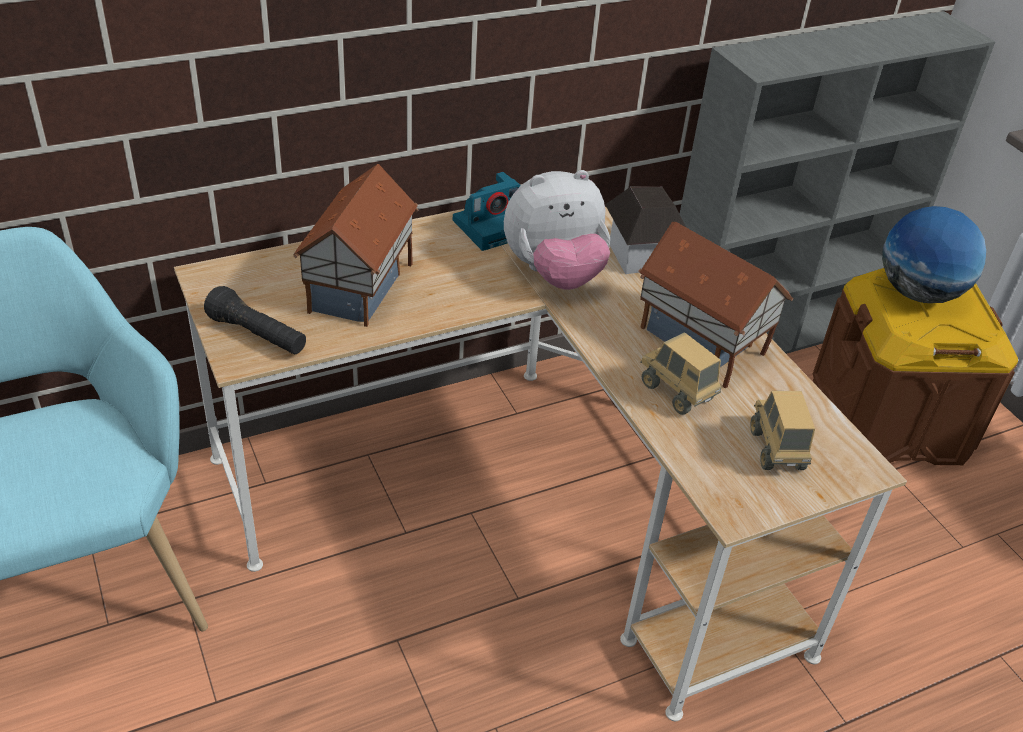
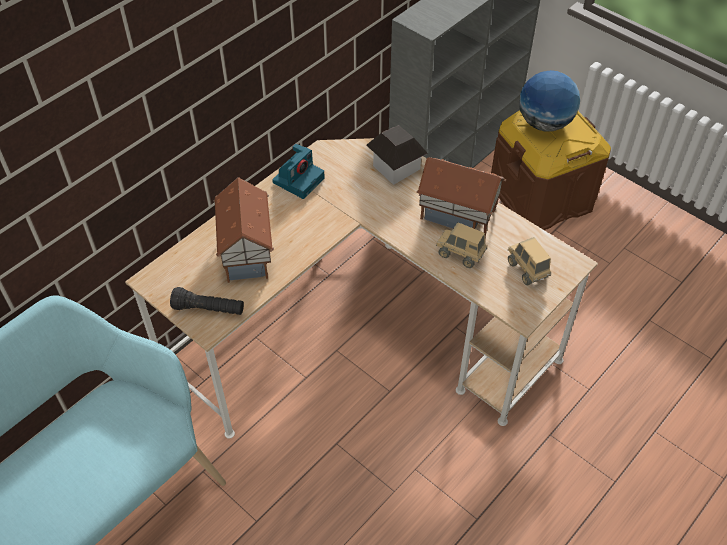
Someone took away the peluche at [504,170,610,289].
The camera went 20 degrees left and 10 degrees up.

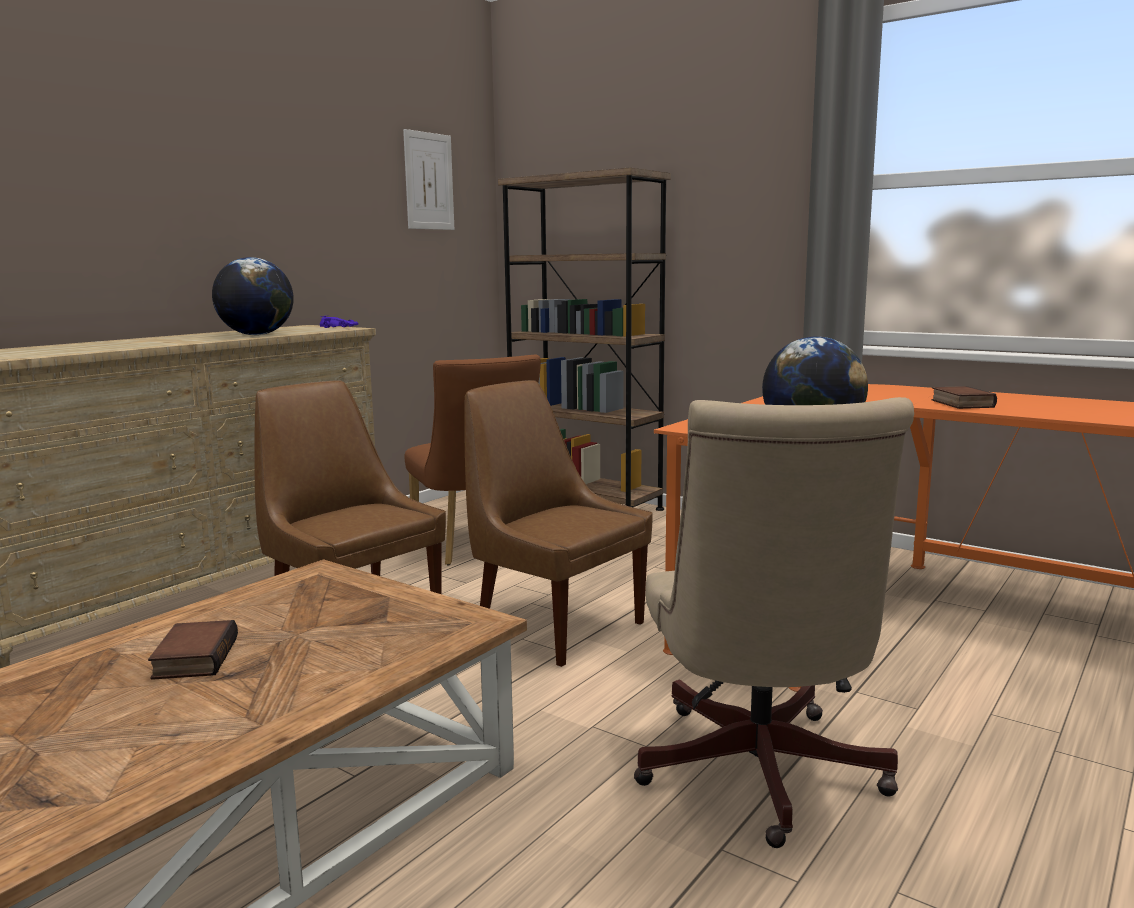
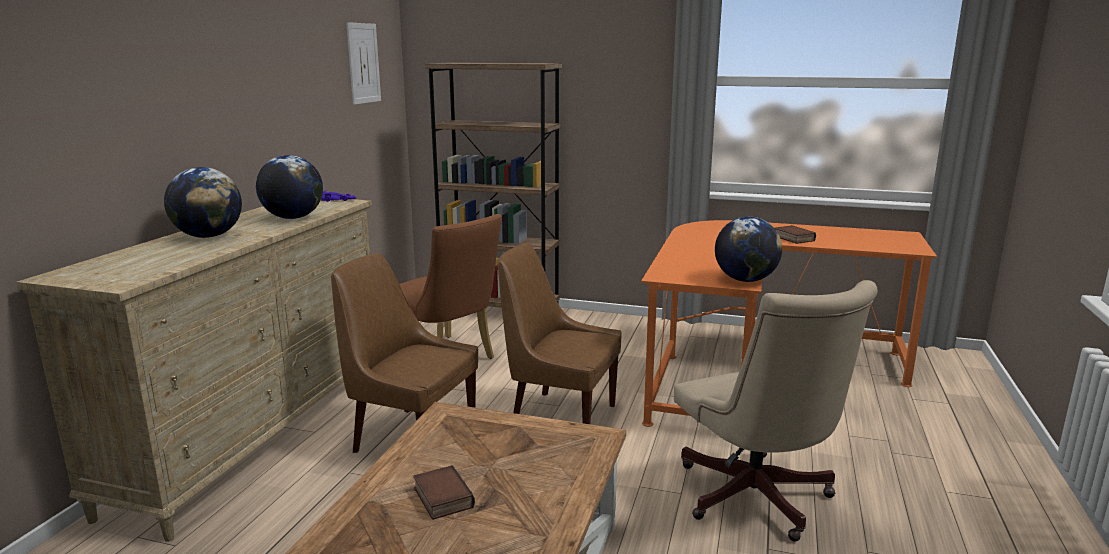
Someone put down the globo terráqueo at [164,167,242,238].
The camera went 20 degrees left and 5 degrees up.

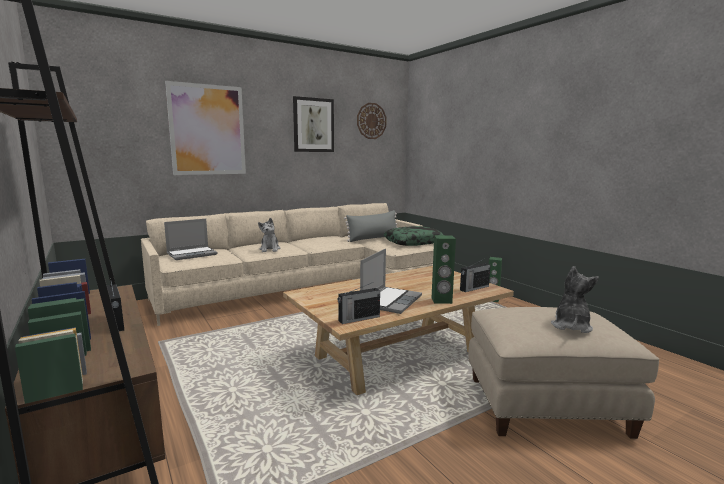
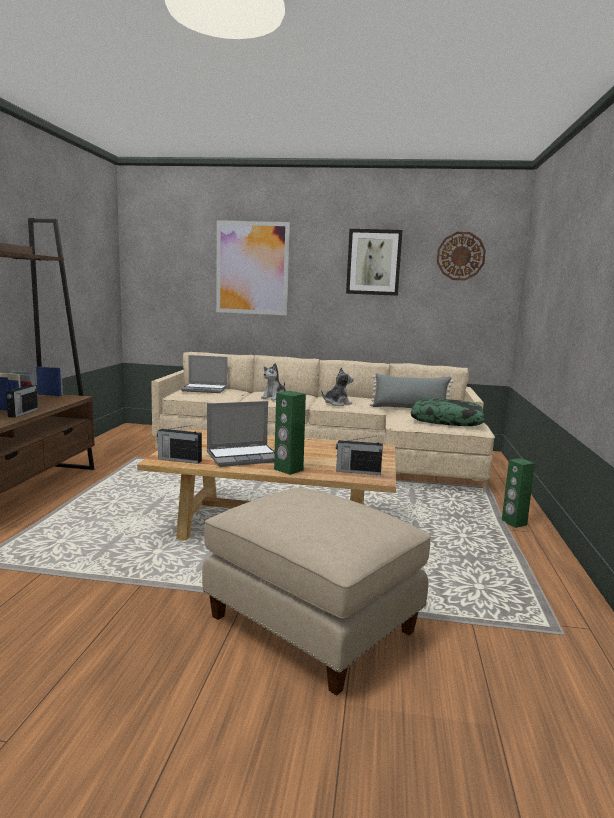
Someone carried the peluche from [551,266,599,333] to [321,367,354,406].
The camera went 40 degrees right and 0 degrees up.

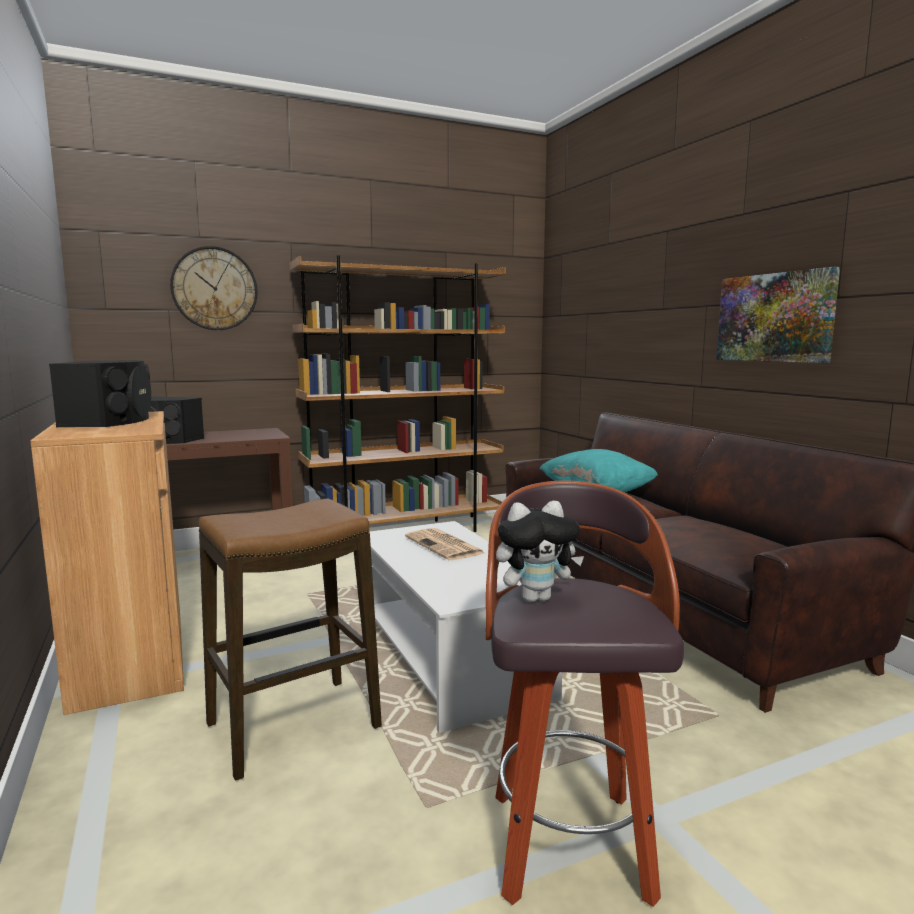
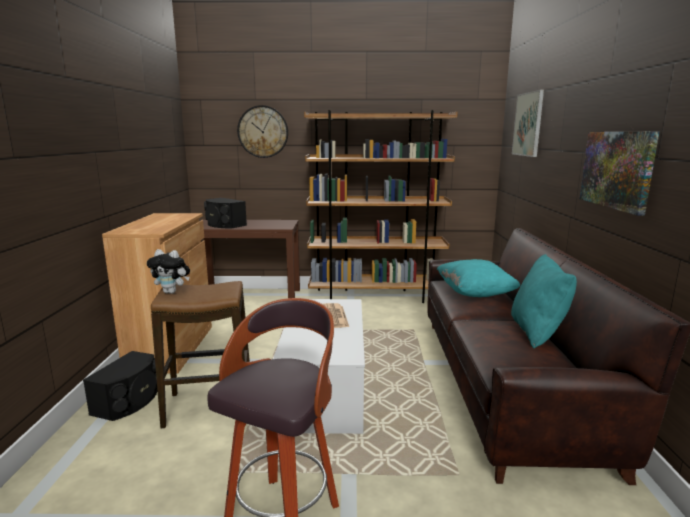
Someone carried the altavoz [negro] from [49,360,151,427] to [83,351,157,421].
Someone carried the peluche from [496,501,584,602] to [147,249,190,294].
Someone put up the cuadro at [512,90,544,157].
Someone put down the cojín [turquesa] at [511,254,577,348].
The camera went 25 degrees right and 5 degrees up.

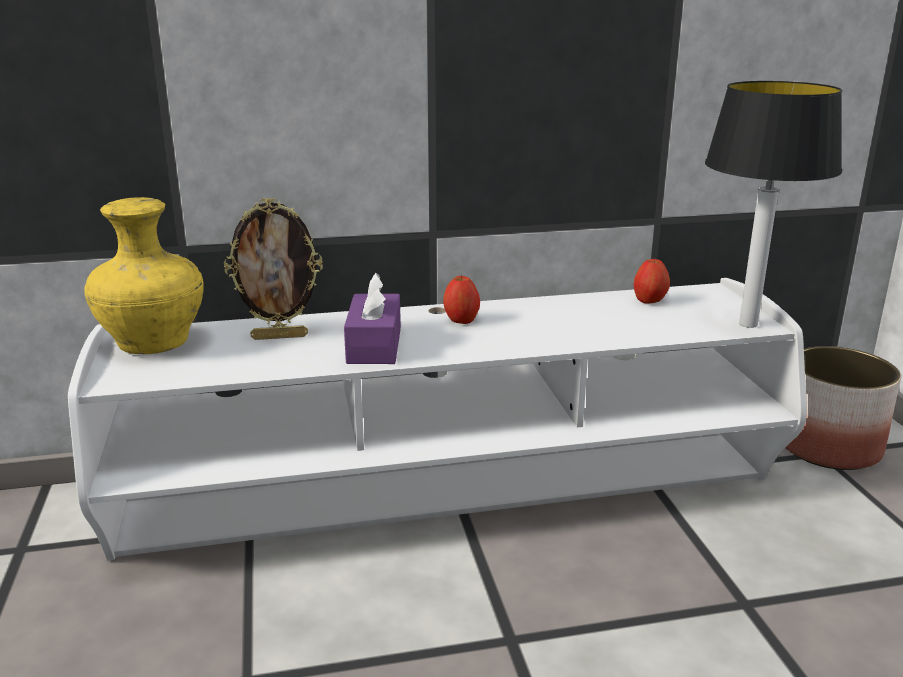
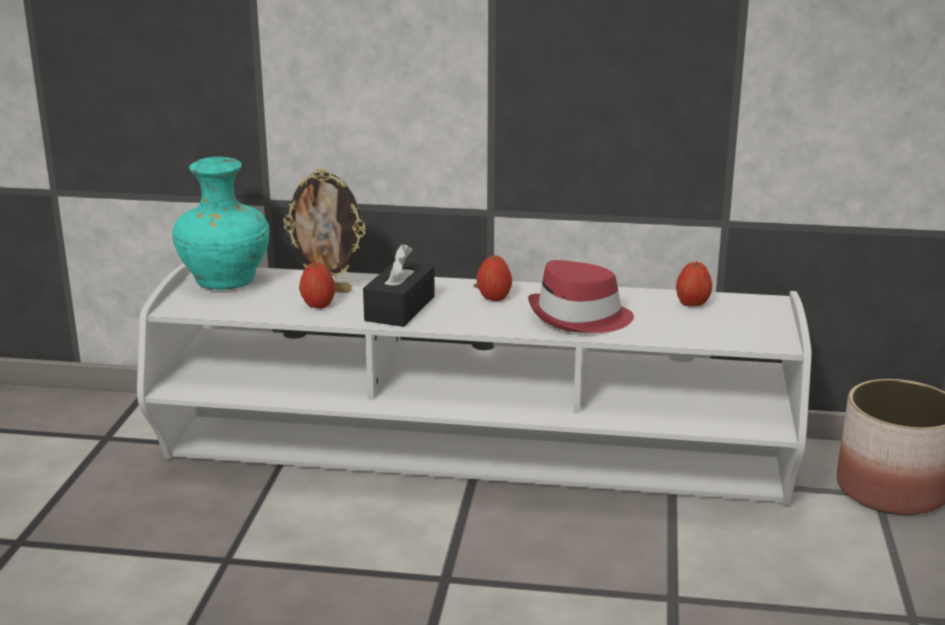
Someone took away the lámpara de mesa at [705,81,842,328].
Someone repainted the florero [amarillo] at [84,197,204,354], which became the florero [turquesa] at [172,157,270,290].
Someone repainted the caja de pañuelos [morado] at [344,273,401,364], which became the caja de pañuelos [negro] at [363,244,435,327].
Someone put down the sombrero [rojo] at [528,260,634,333].
Someone put down the manzana at [299,262,335,309].
The camera went 20 degrees right and 0 degrees up.

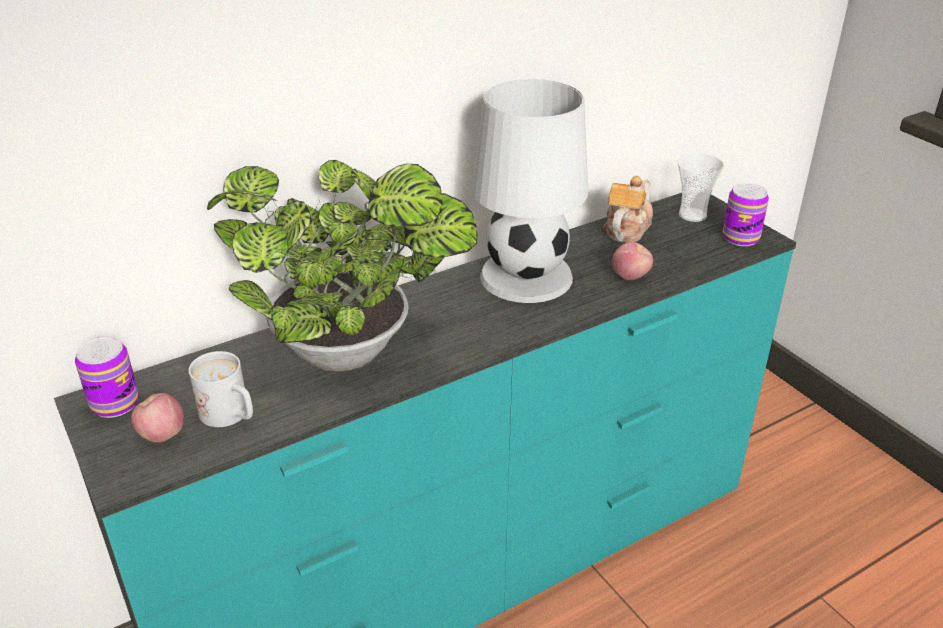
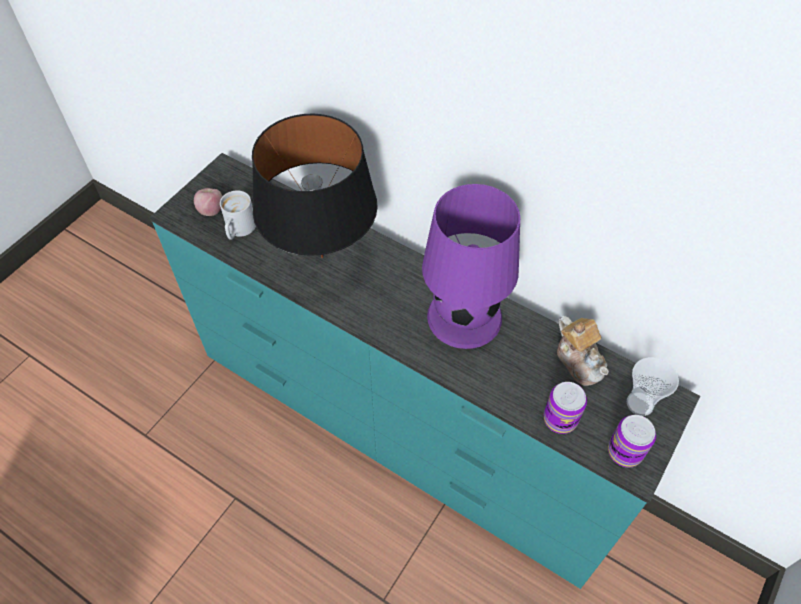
Someone repainted the lámpara de mesa [blanco] at [472,79,588,303], which became the lámpara de mesa [morado] at [422,184,520,349].
Someone swapped the planta en maceta at [207,160,477,371] for the lámpara de mesa [negro] at [252,113,378,258].
Someone rotated the tetera at [603,176,653,243] by 60 degrees clockwise.
Someone took away the manzana at [612,242,653,280].
Someone carried the lata from [75,337,139,418] to [544,382,587,434].
The camera went 65 degrees right and 20 degrees up.

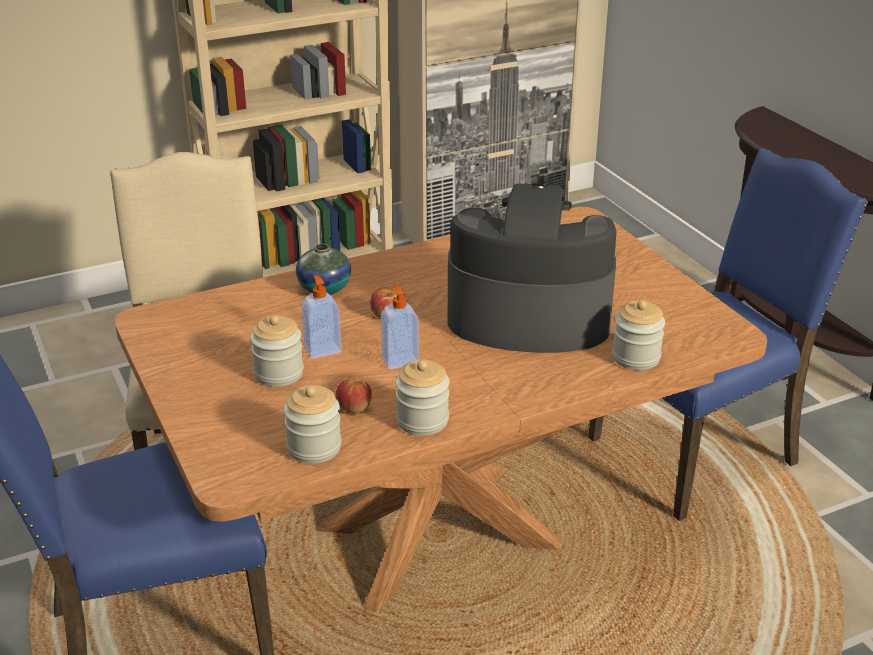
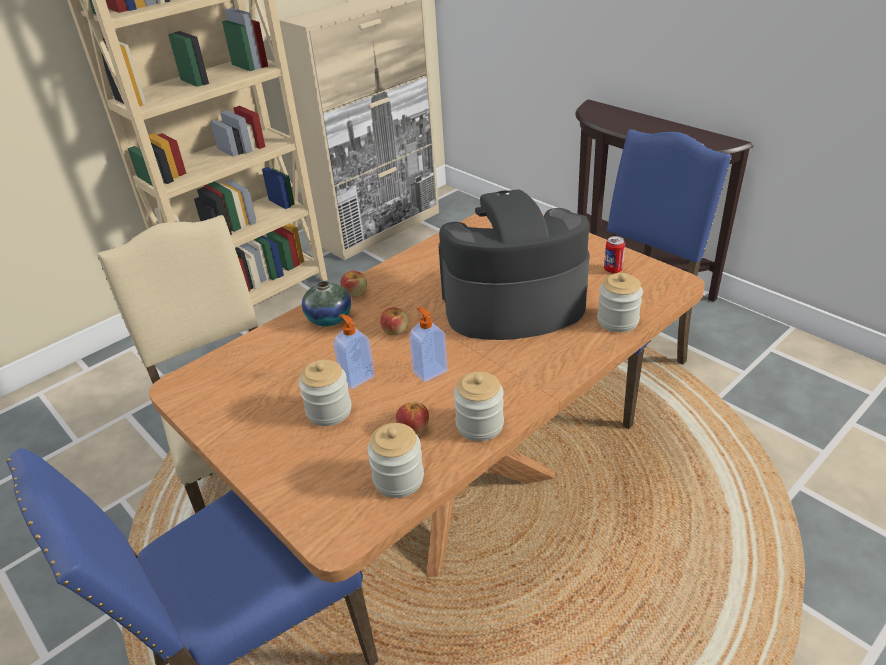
Someone put down the lata at [604,236,625,273].
Someone put down the manzana at [340,271,367,297].
The camera went 15 degrees left and 5 degrees up.

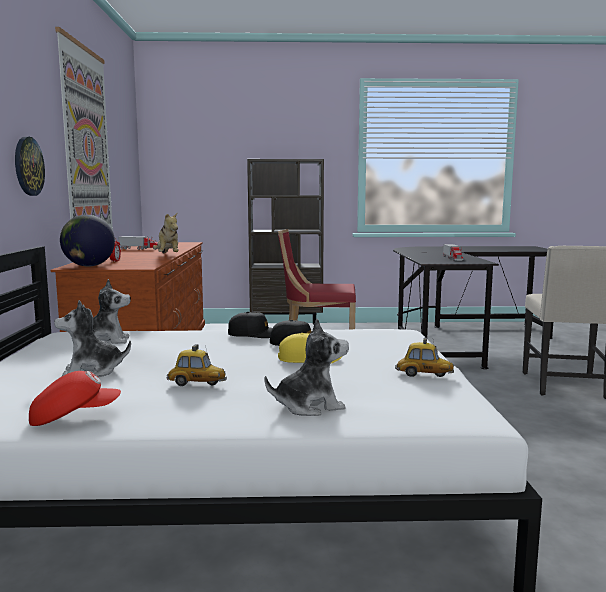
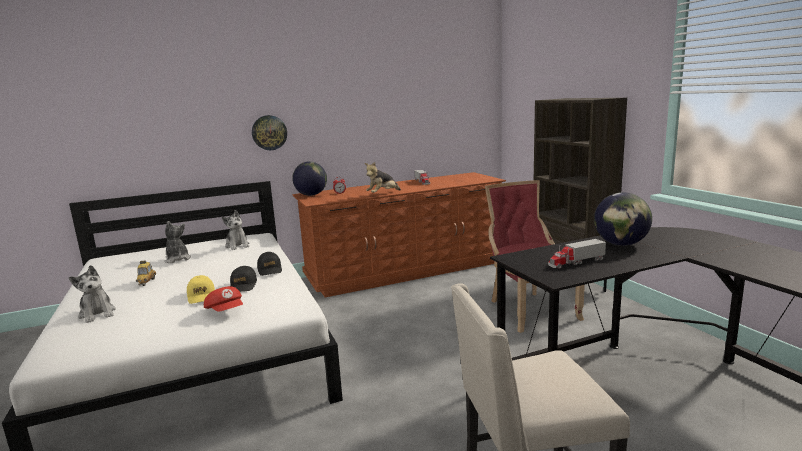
Someone took away the cuadro at [55,27,113,231].
Someone took away the coche de juguete at [395,338,454,377].
Someone carried the gorra [rojo] from [29,371,121,426] to [204,286,243,312].
Someone put down the globo terráqueo at [594,192,652,246].
The camera went 70 degrees right and 5 degrees up.

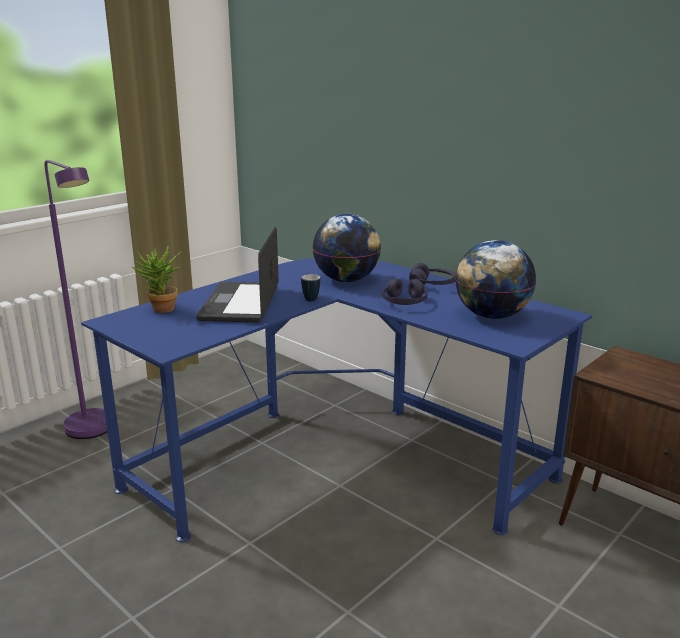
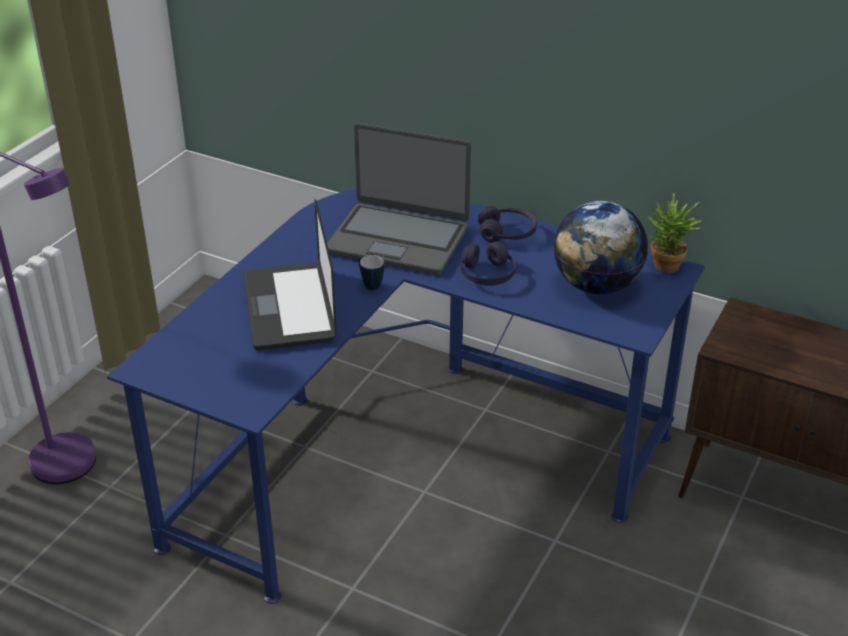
Someone swapped the globo terráqueo at [312,214,381,282] for the portátil at [327,123,471,275].
Someone carried the planta en maceta from [132,246,180,313] to [647,194,703,273].
The camera went 15 degrees left and 15 degrees up.

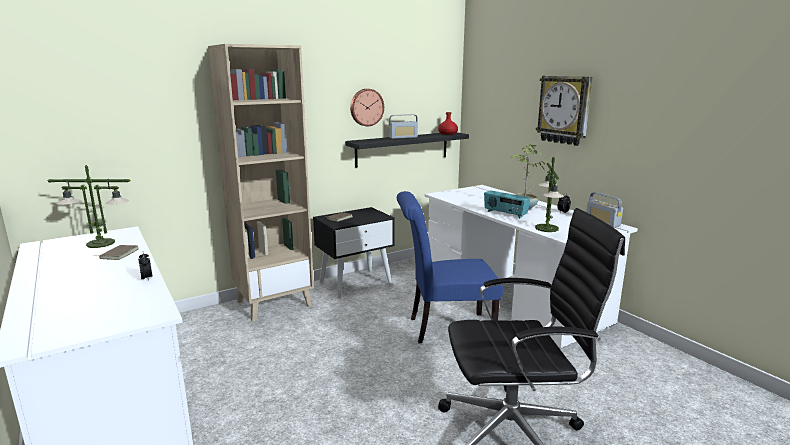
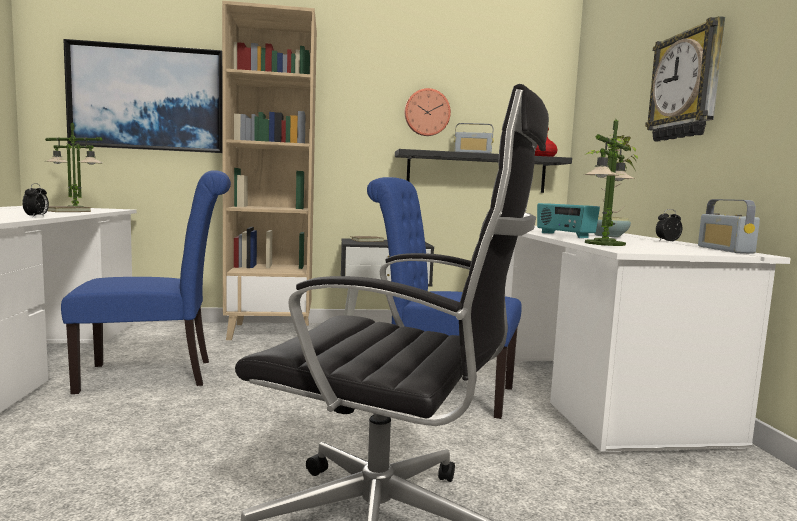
Someone put up the cuadro at [63,39,223,153].
Someone put down the silla [azul] at [61,170,231,394].
The camera went 25 degrees right and 10 degrees down.

